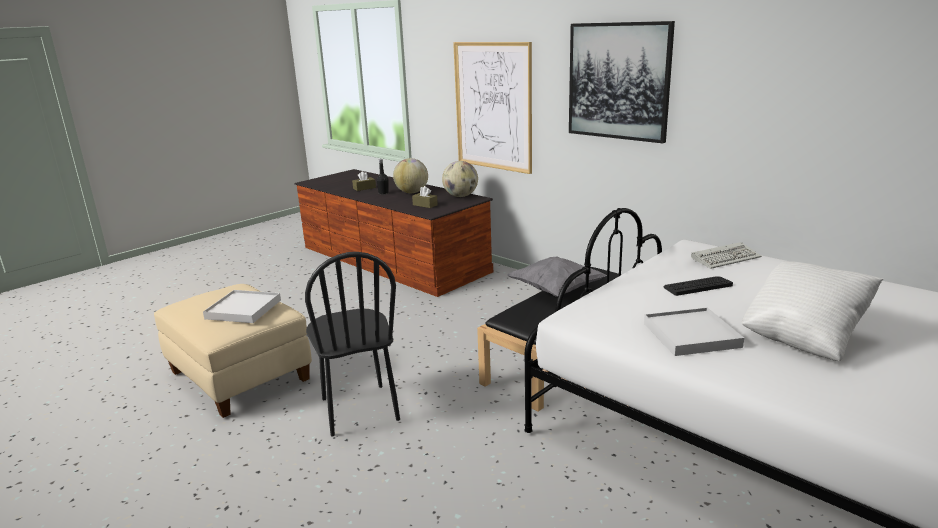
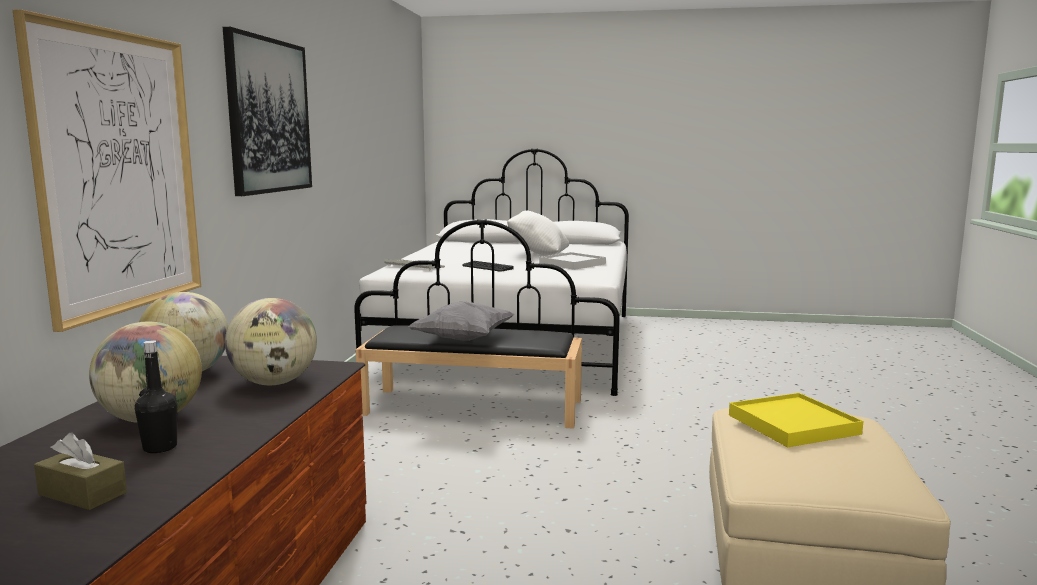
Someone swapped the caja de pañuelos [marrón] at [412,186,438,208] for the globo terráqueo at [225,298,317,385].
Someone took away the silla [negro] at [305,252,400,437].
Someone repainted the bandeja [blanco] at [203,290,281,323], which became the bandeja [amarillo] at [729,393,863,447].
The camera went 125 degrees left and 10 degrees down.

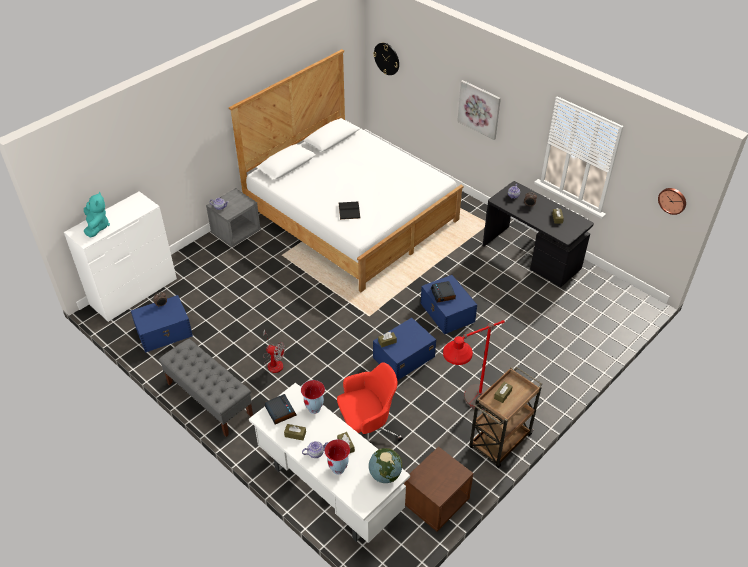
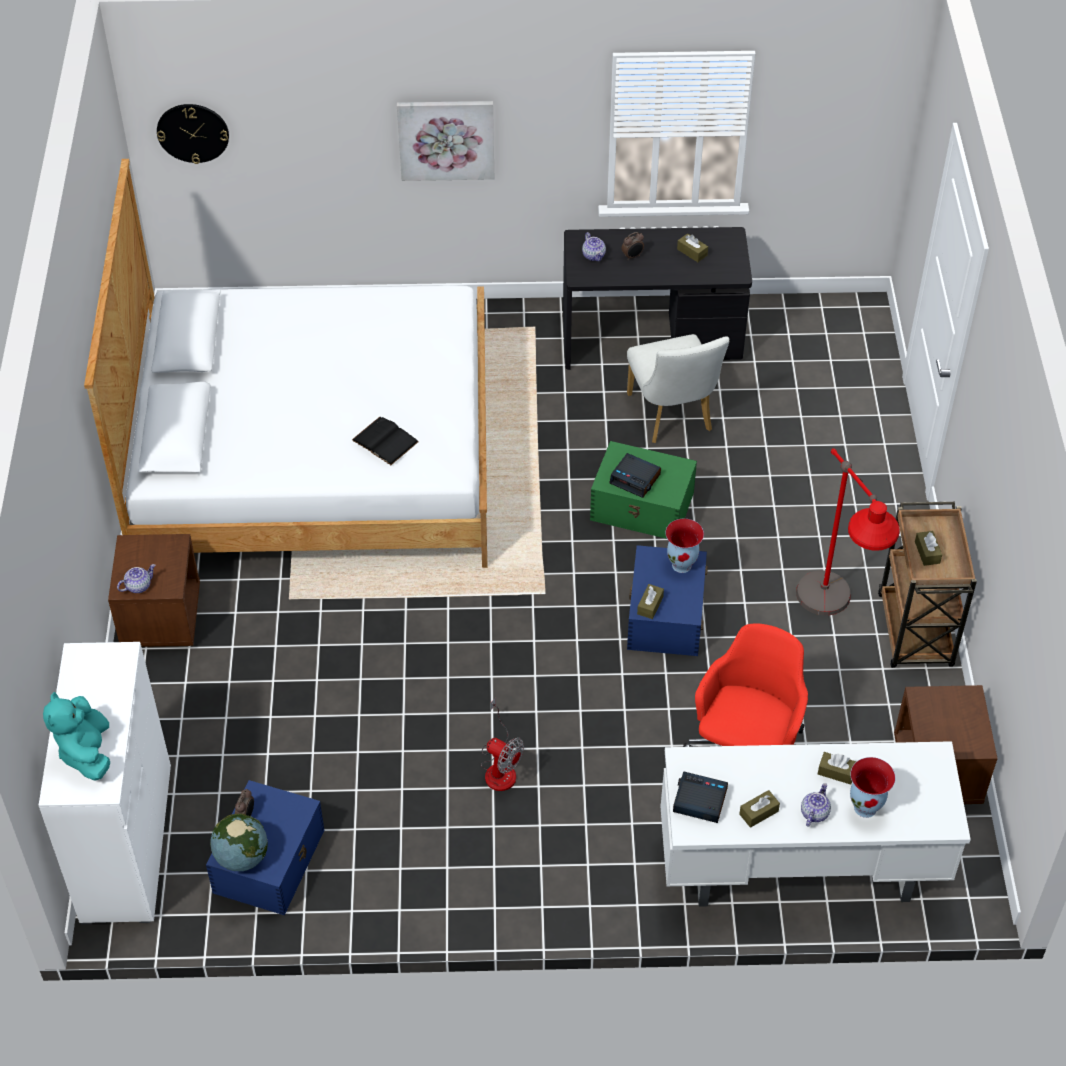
Someone repainted the mesita de noche [gris] at [206,188,261,247], which became the mesita de noche [marrón] at [108,534,200,647].
Someone took away the reloj de pared at [658,188,686,215].
Someone rotated the peluche [turquesa] at [84,191,110,237] by 135 degrees counterclockwise.
Someone repainted the caja de almacenaje [azul] at [421,275,477,334], which became the caja de almacenaje [verde] at [590,441,697,539].
Someone rotated the ventilador at [263,330,285,373] by 60 degrees clockwise.
Someone took away the banco [gris] at [159,339,253,437].
Someone carried the florero from [301,380,325,414] to [665,519,704,573].
Someone carried the globo terráqueo from [369,448,402,483] to [210,813,268,871].
Someone put down the silla [blanco] at [627,334,729,443].
The camera went 45 degrees left and 5 degrees up.

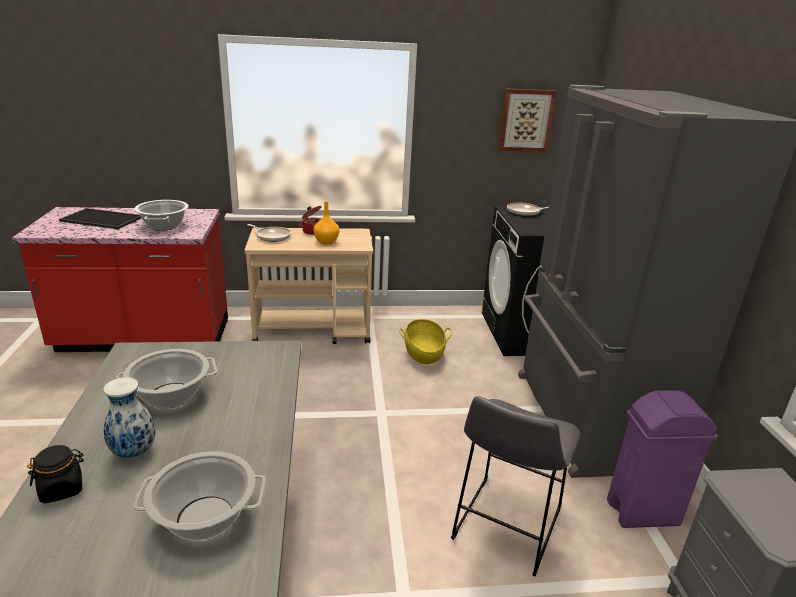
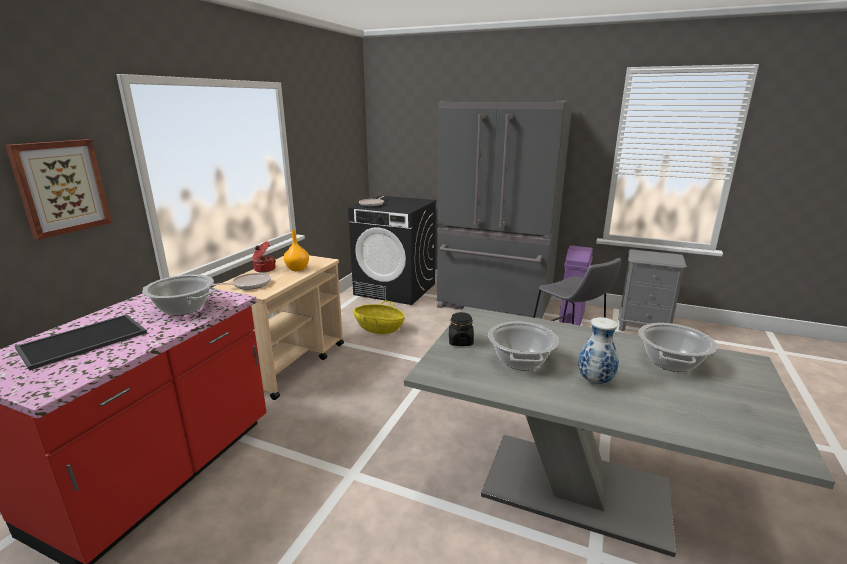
Someone carried the cuadro from [498,89,556,152] to [5,139,112,240].
Someone carried the tarro [negro] from [27,445,84,504] to [449,312,474,346].
The camera went 60 degrees left and 5 degrees down.

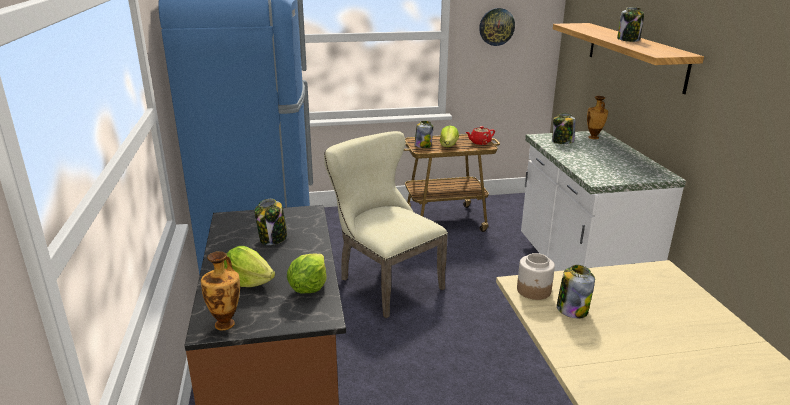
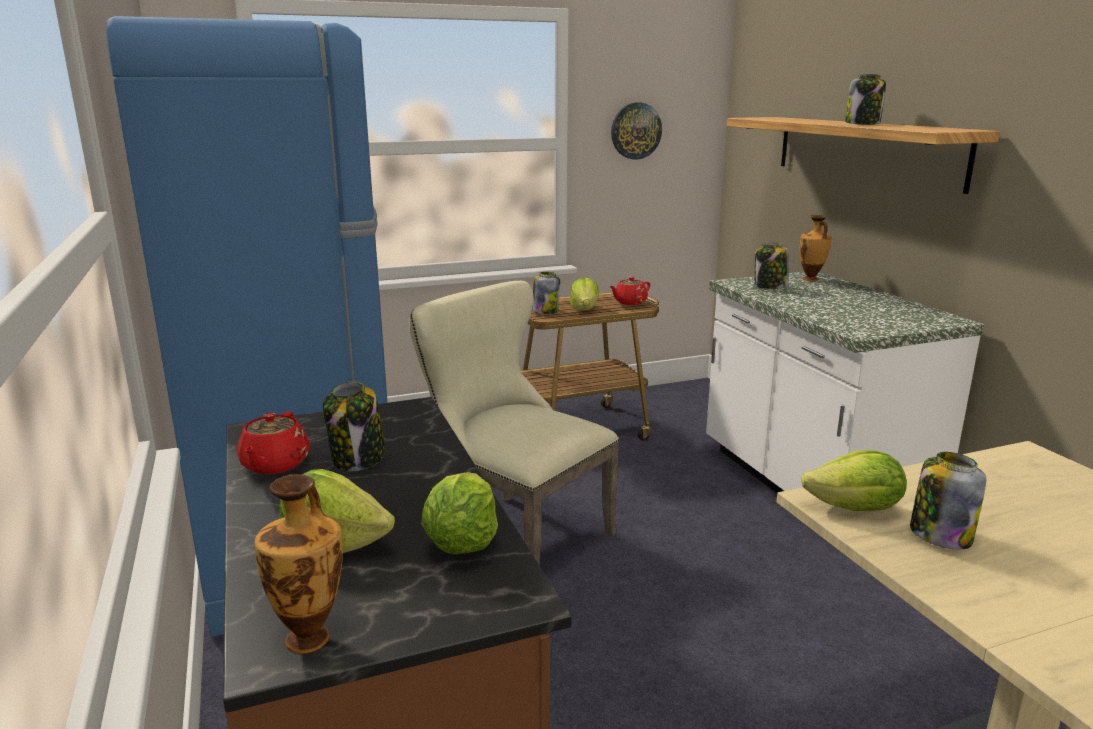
Someone swapped the tarro at [517,253,555,300] for the lechuga at [801,450,907,511].
Someone put down the tetera [rojo] at [237,411,310,474].
The camera went 10 degrees left and 5 degrees down.

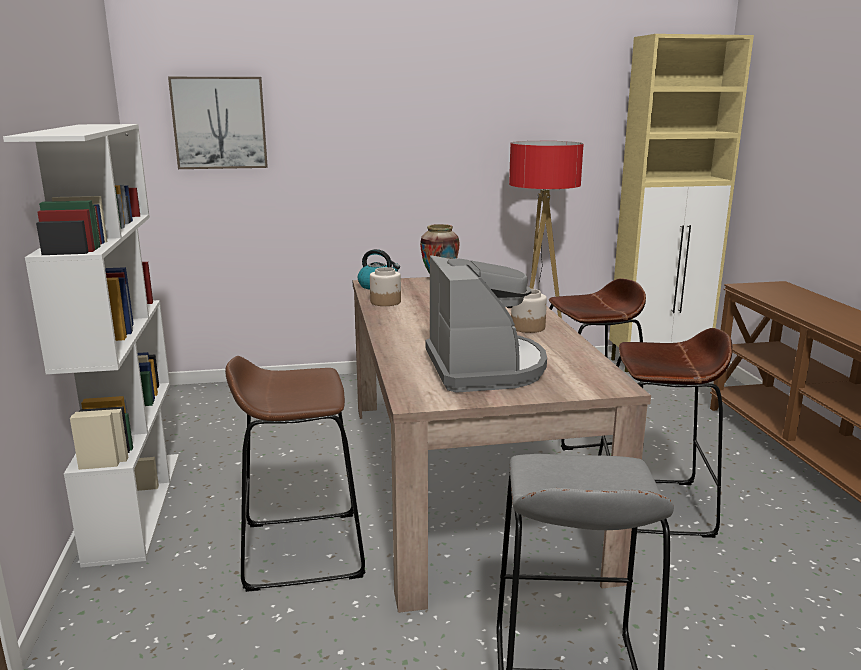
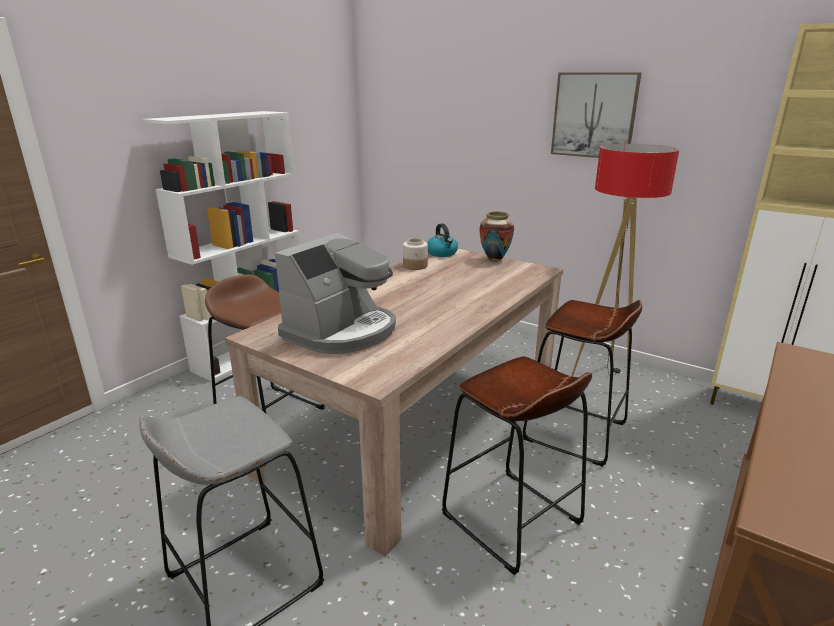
Someone carried the cuadro from [168,77,268,169] to [551,72,642,158].
Someone took away the tarro at [511,289,547,333].
The camera went 45 degrees right and 5 degrees up.

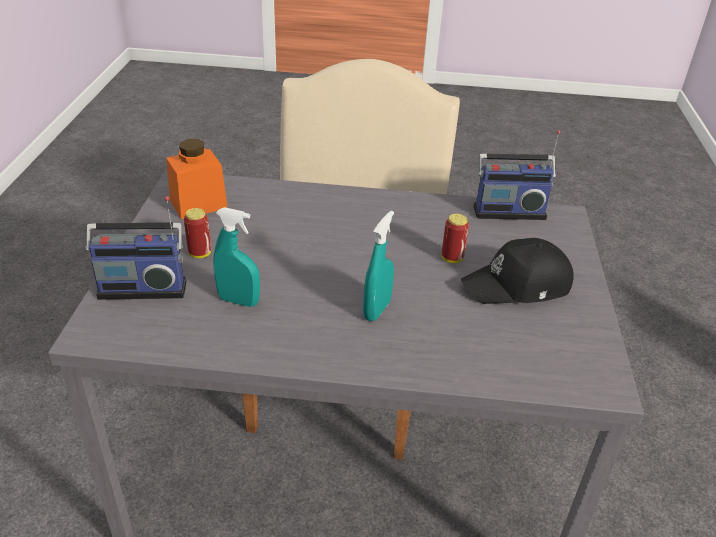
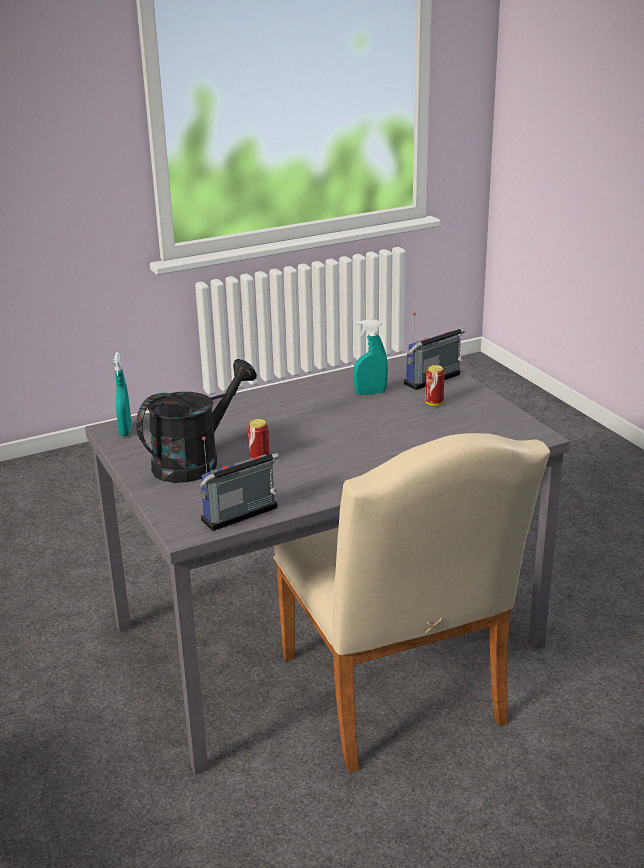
Someone took away the tarro [naranja] at [166,139,228,219].
Someone carried the pulverizador [turquesa] from [363,211,394,321] to [114,352,131,436].
Someone swapped the gorra [negro] at [461,238,574,304] for the regadera [negro] at [136,359,257,483].
The camera went 150 degrees right and 10 degrees down.

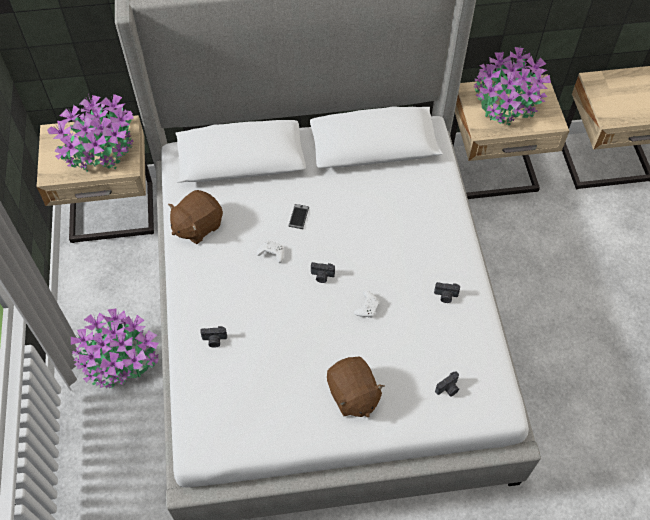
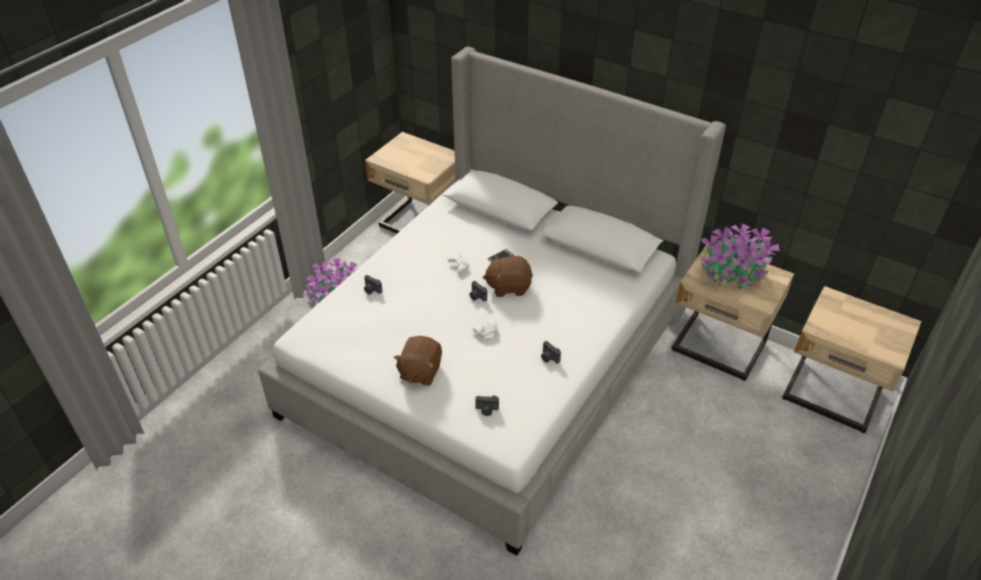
Someone took away the planta en maceta at [47,94,134,172].
Someone carried the peluche [marrón] from [168,190,223,244] to [483,255,533,297].
The camera went 40 degrees right and 15 degrees down.

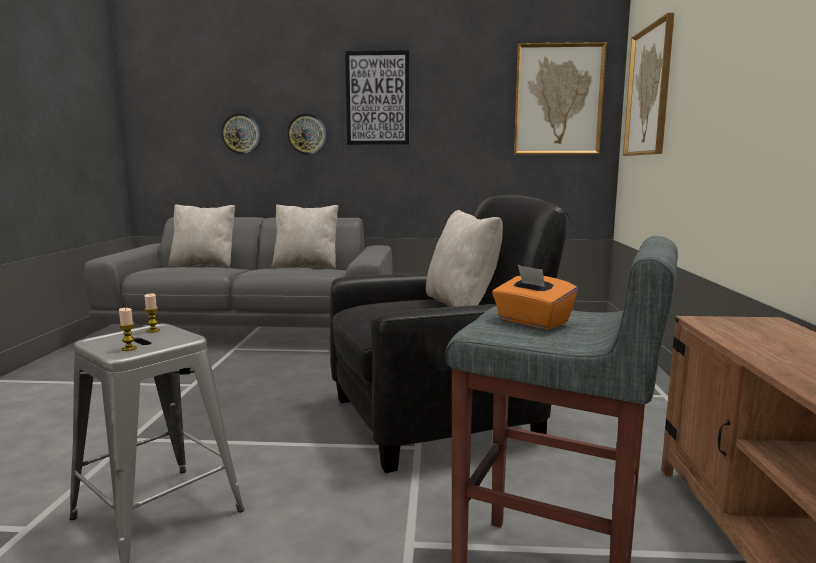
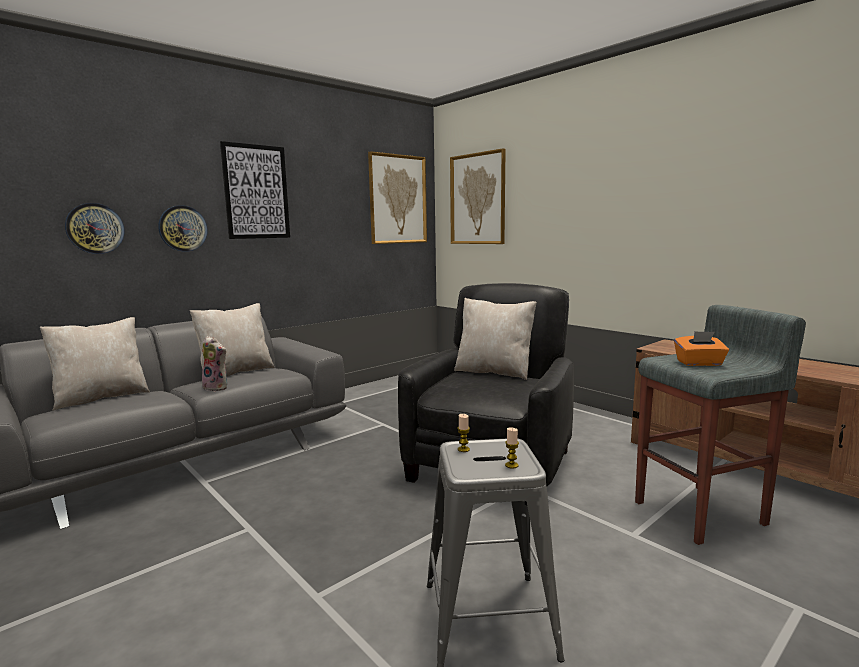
Someone put down the peluche at [202,336,227,391].
The camera went 45 degrees left and 0 degrees up.

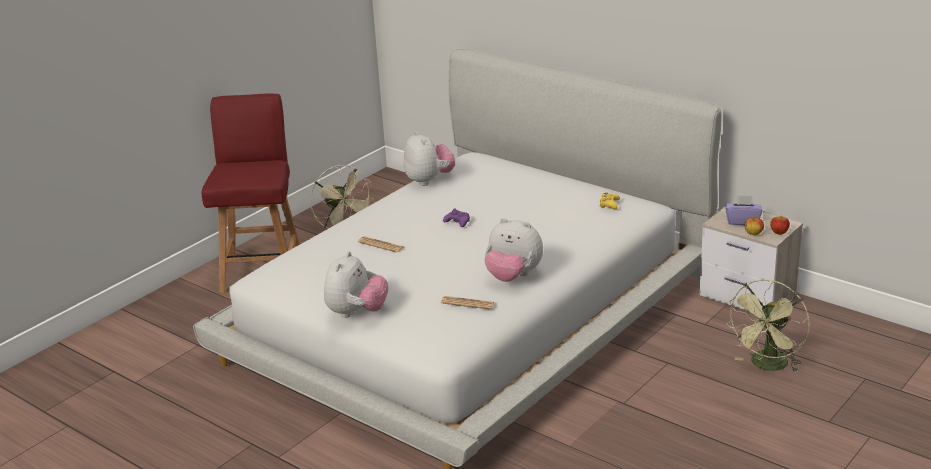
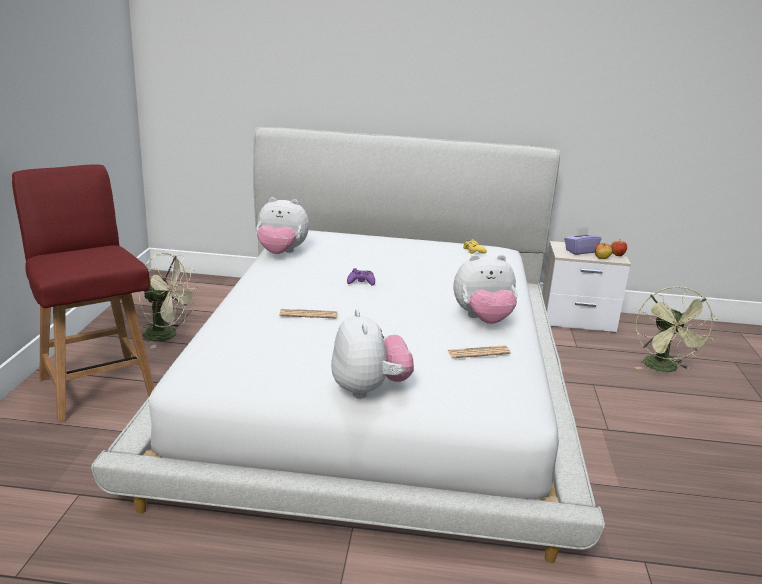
Someone rotated the peluche at [404,131,455,186] by 150 degrees clockwise.
The camera went 35 degrees left and 5 degrees down.

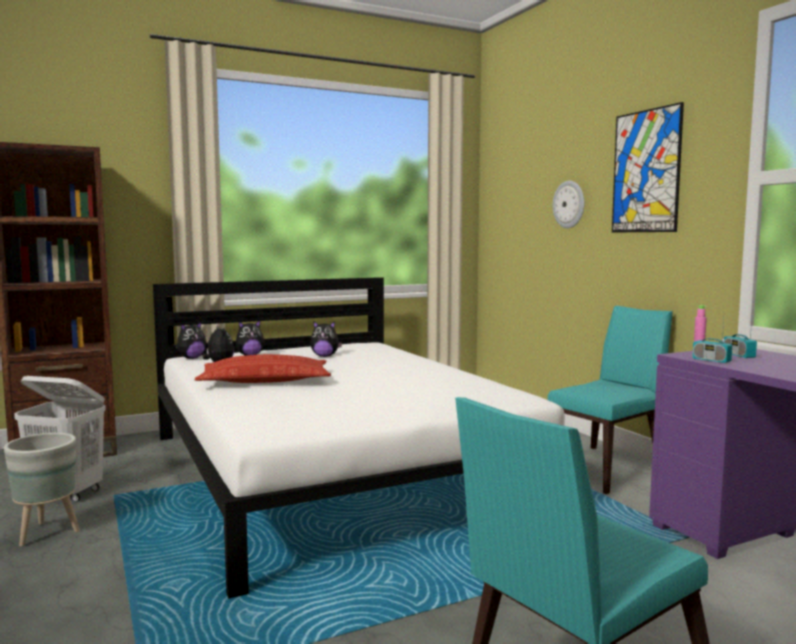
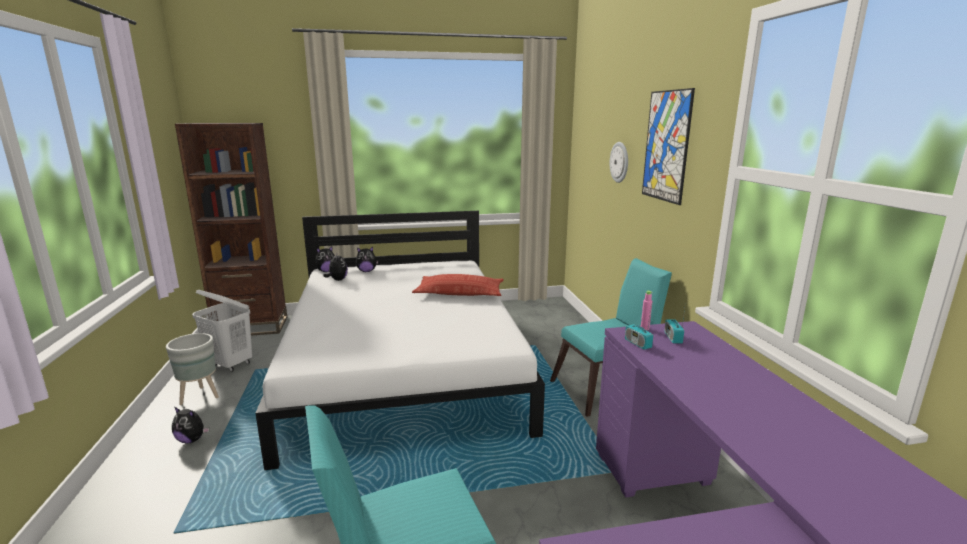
Someone carried the peluche from [310,321,342,357] to [172,407,209,443].
Someone carried the cojín from [194,354,331,383] to [412,274,504,296].
The camera went 15 degrees right and 10 degrees up.

